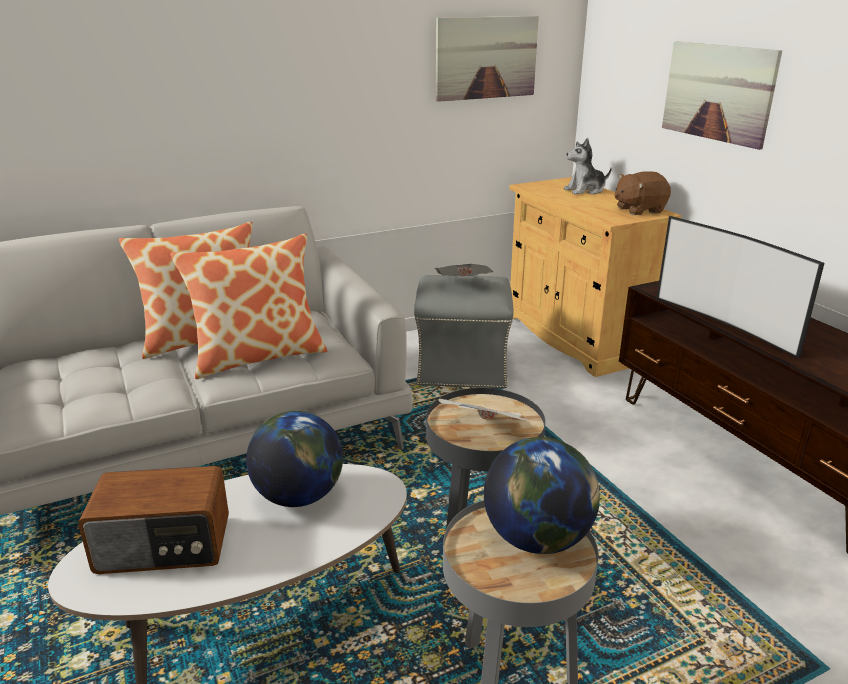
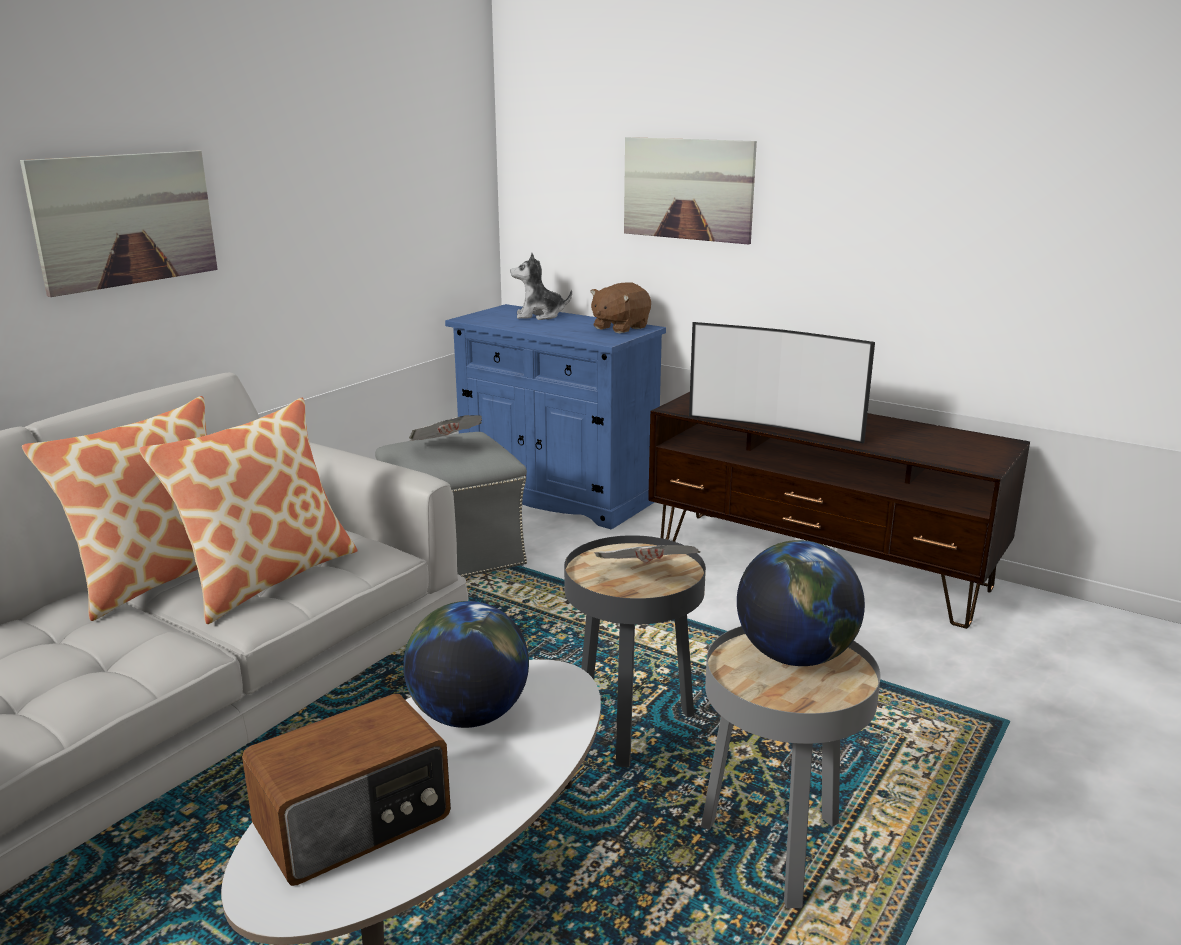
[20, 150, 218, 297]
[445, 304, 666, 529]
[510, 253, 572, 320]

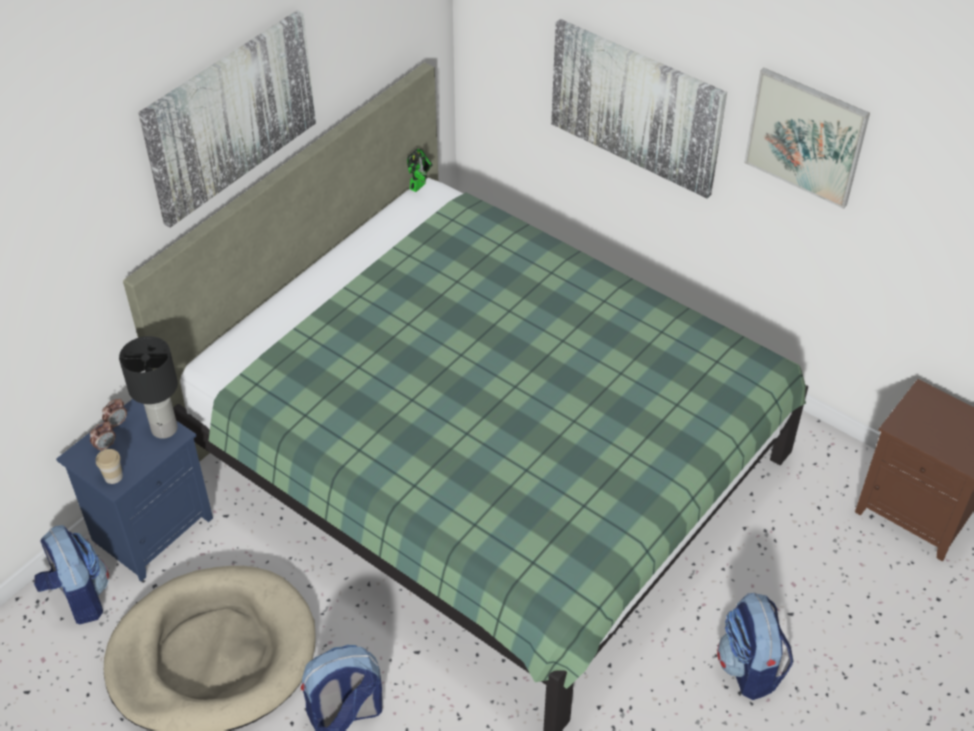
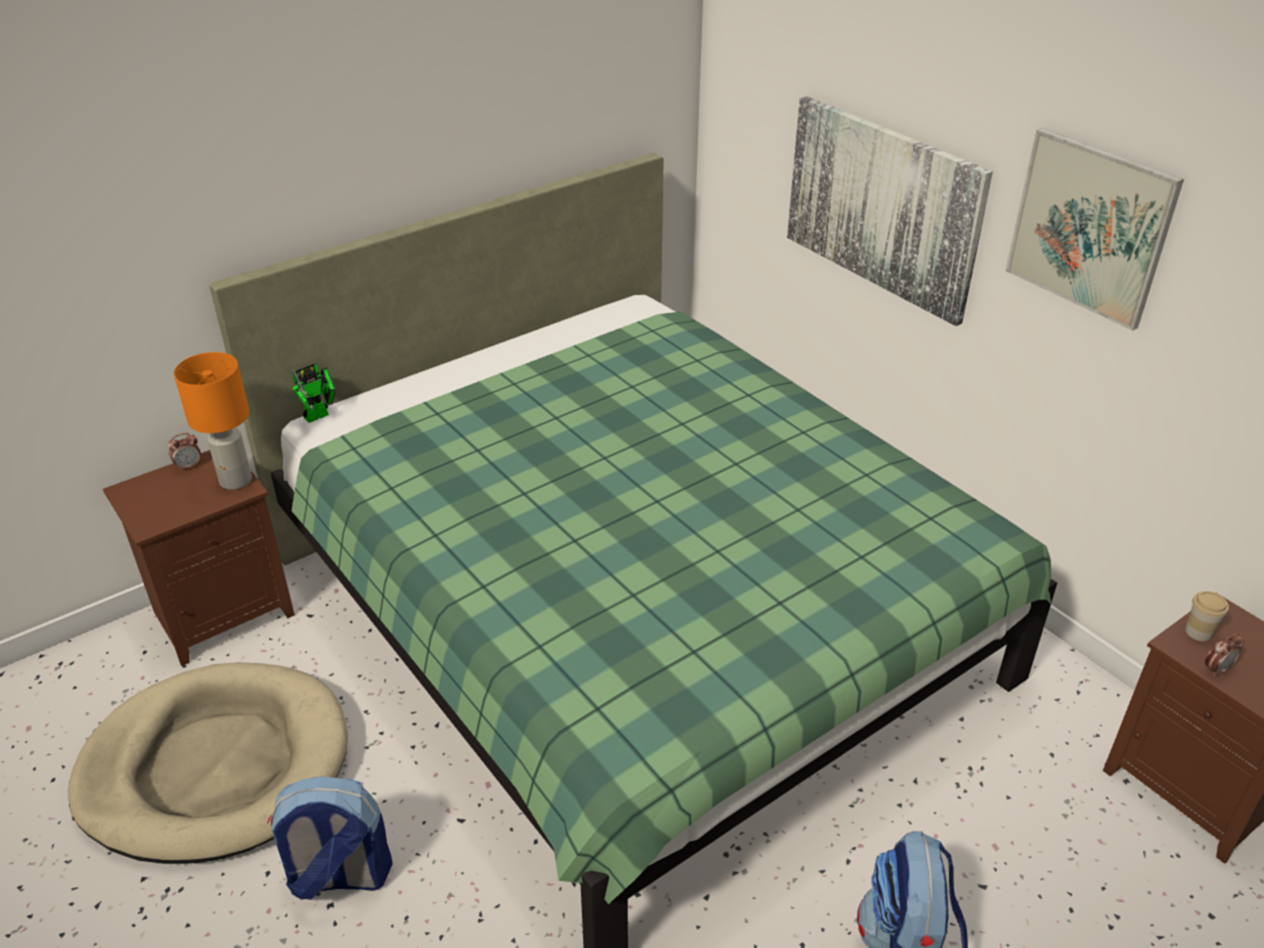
[34, 525, 109, 624] (first image)
[103, 450, 295, 666]
[1205, 633, 1244, 677]
[1186, 591, 1229, 641]
[174, 352, 252, 490]
[138, 10, 316, 228] (first image)
[293, 364, 336, 423]

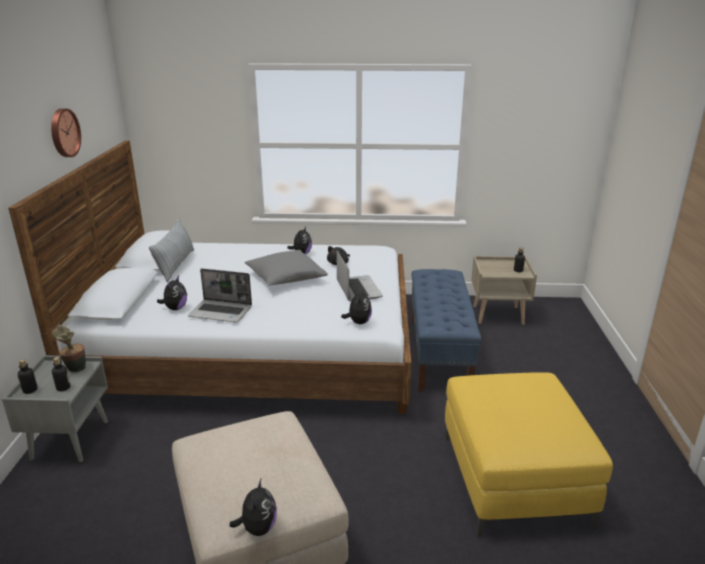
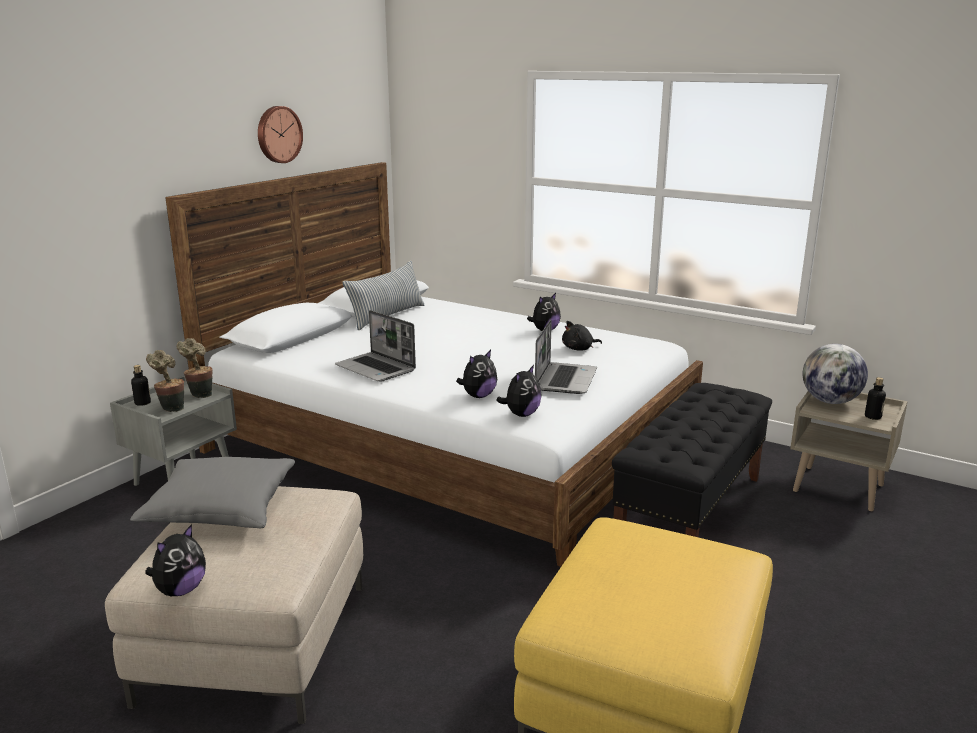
[146, 350, 184, 412]
[456, 350, 497, 398]
[130, 457, 295, 528]
[612, 383, 772, 537]
[802, 344, 868, 404]

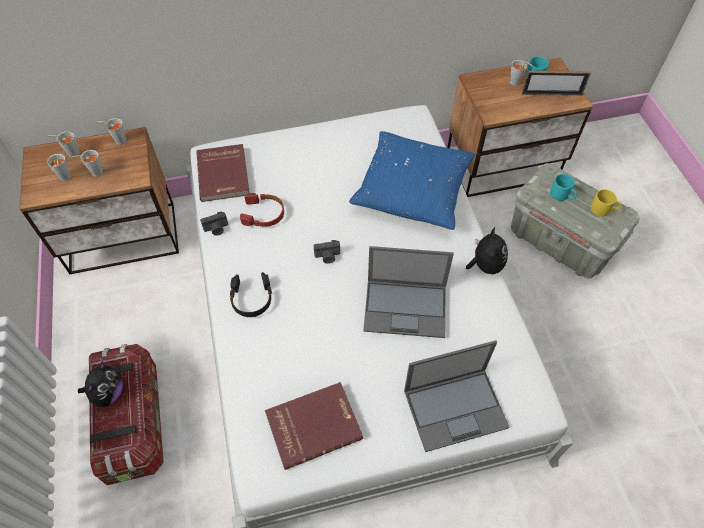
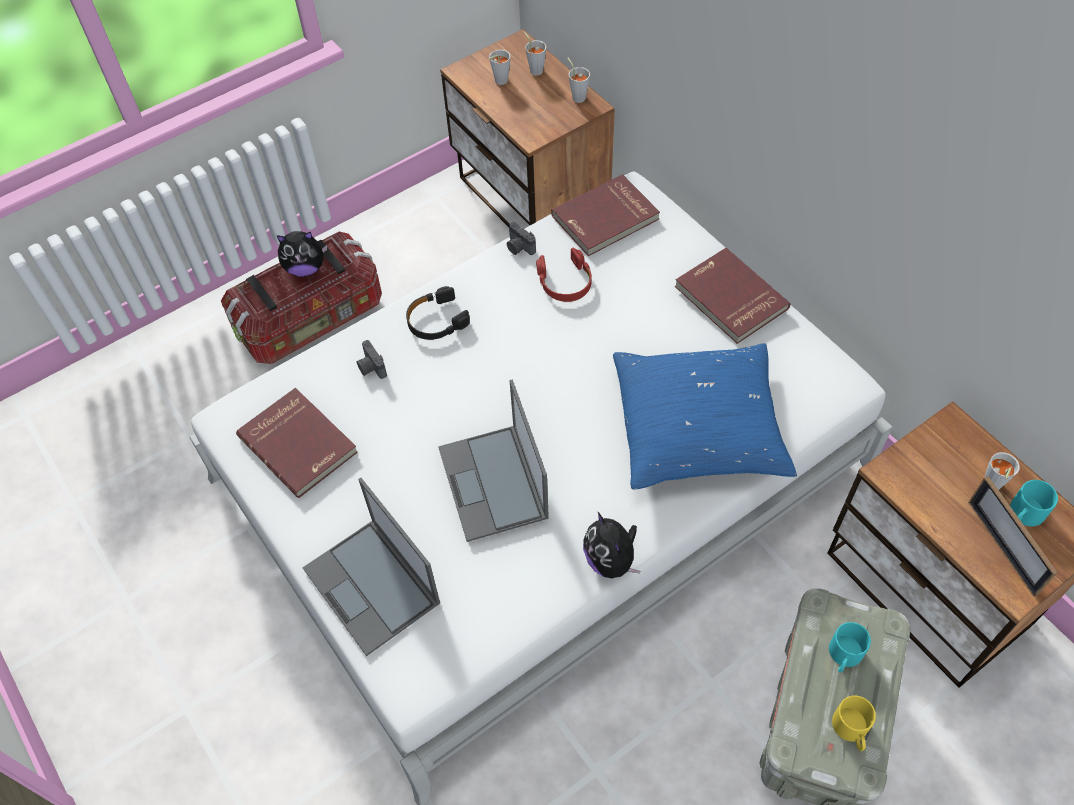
[72, 150, 103, 177] (first image)
[356, 340, 387, 379]
[583, 512, 640, 579]
[675, 248, 790, 344]

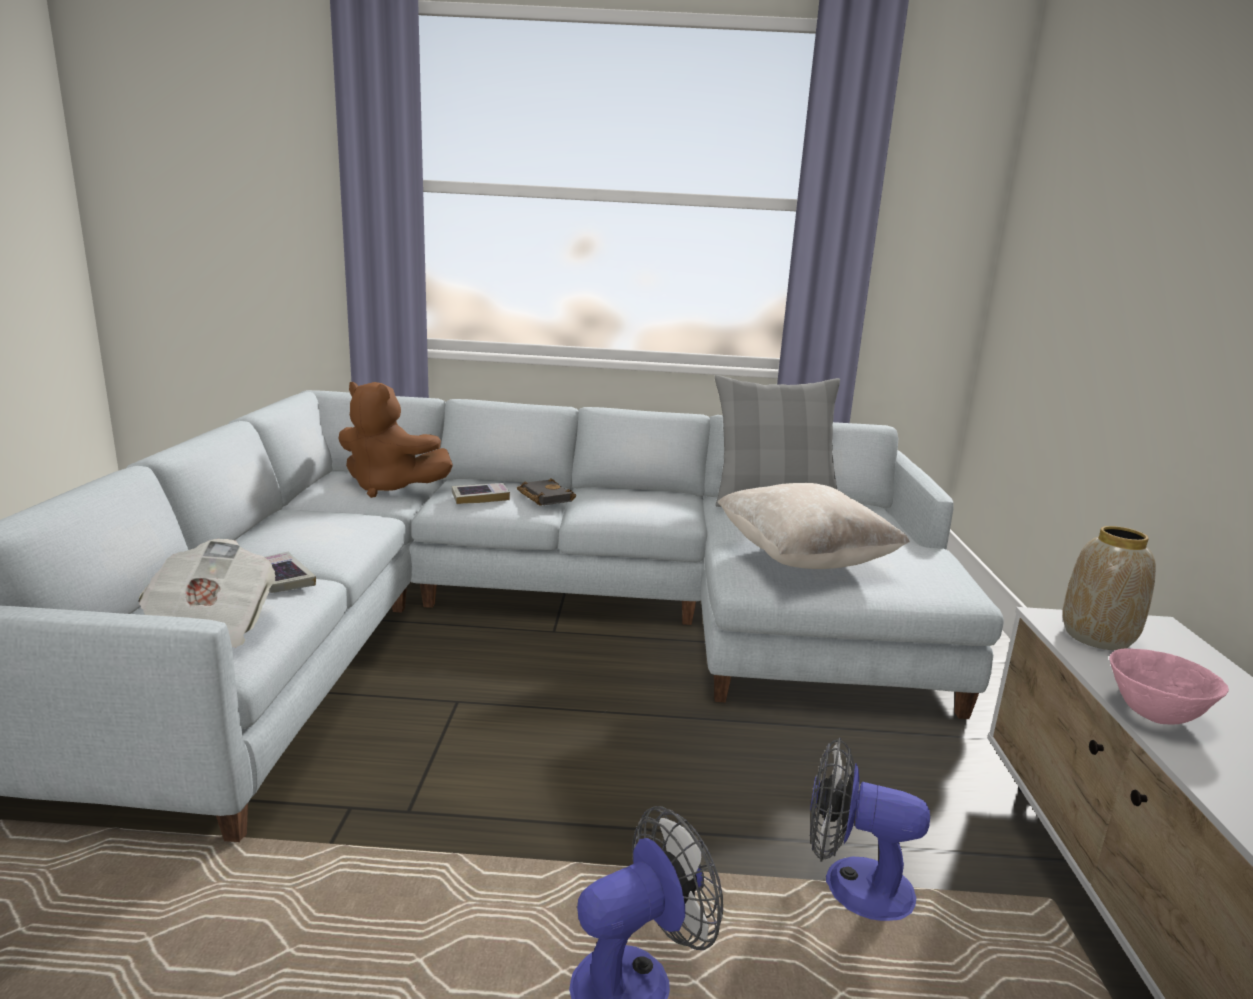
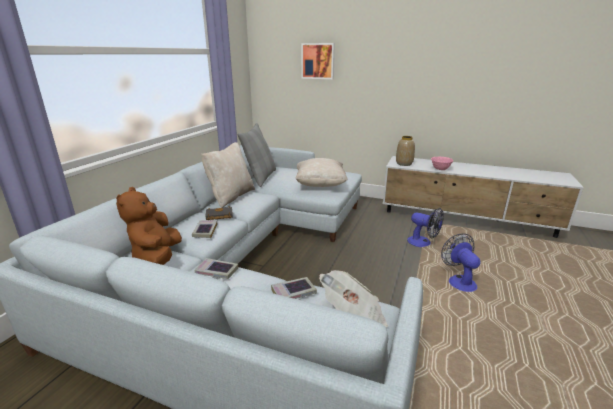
[116, 187, 182, 265]
[407, 208, 444, 247]
[195, 258, 238, 279]
[201, 142, 255, 208]
[301, 43, 335, 79]

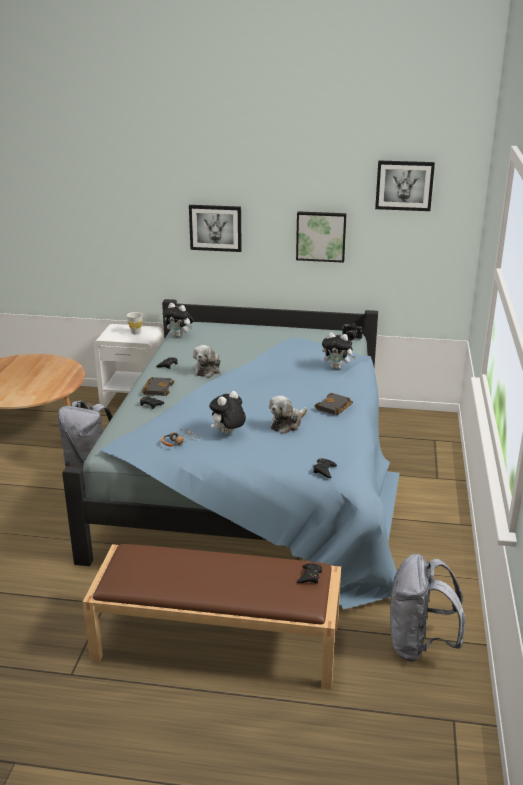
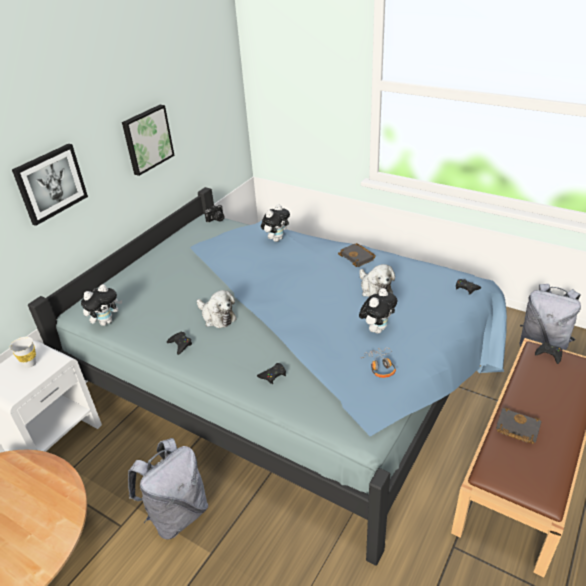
[496, 407, 542, 444]
[359, 288, 397, 333]
[375, 160, 435, 211] (first image)

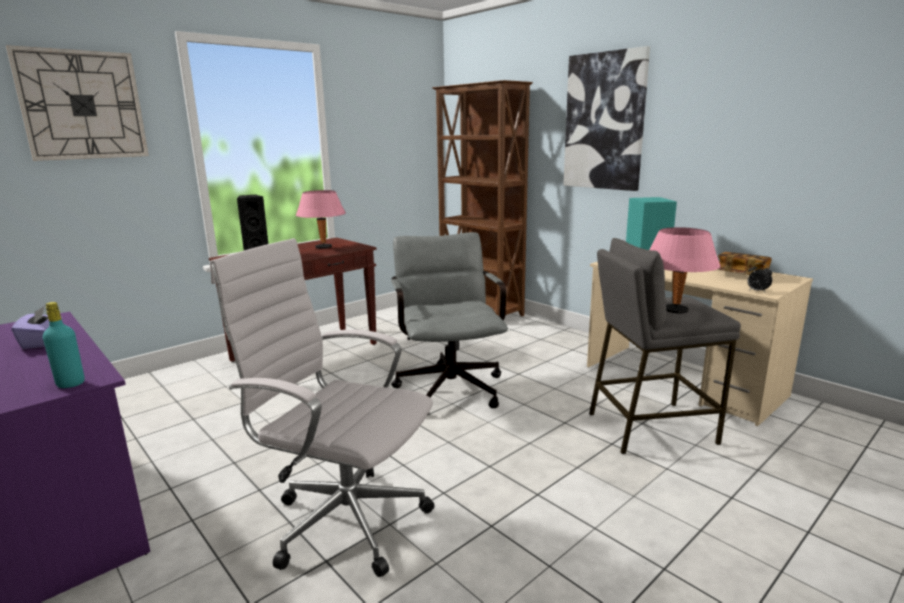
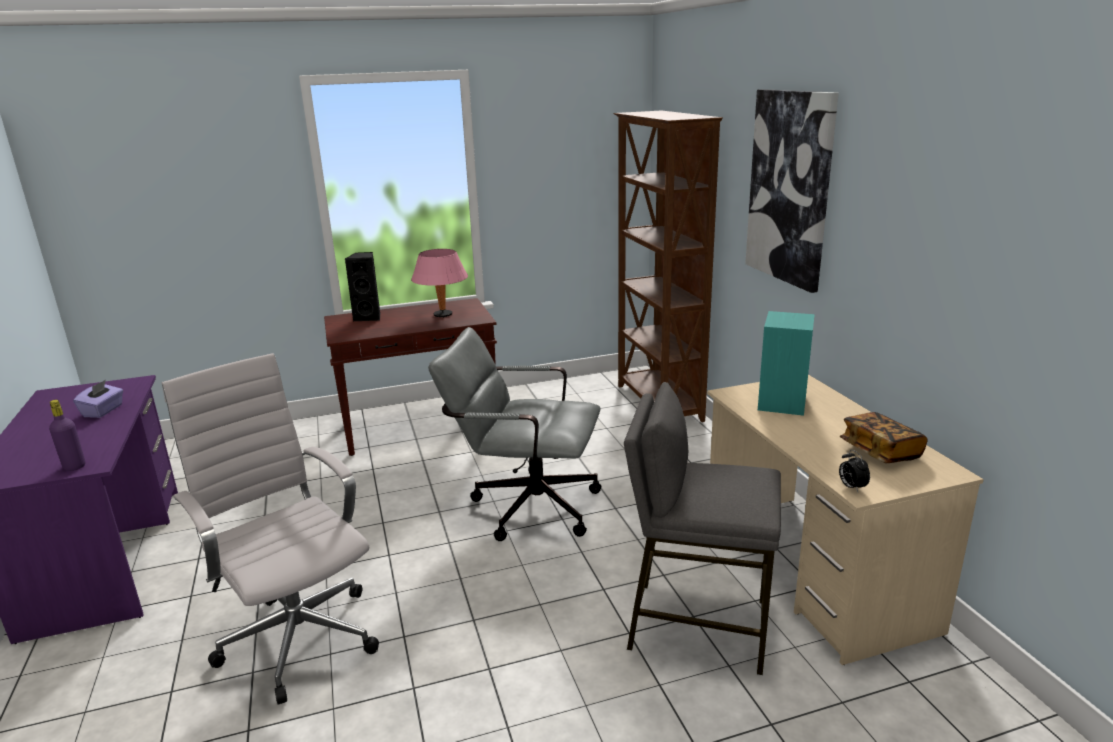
[6, 45, 149, 161] (first image)
[49, 400, 85, 471]
[428, 327, 602, 541]
[650, 227, 721, 314] (first image)

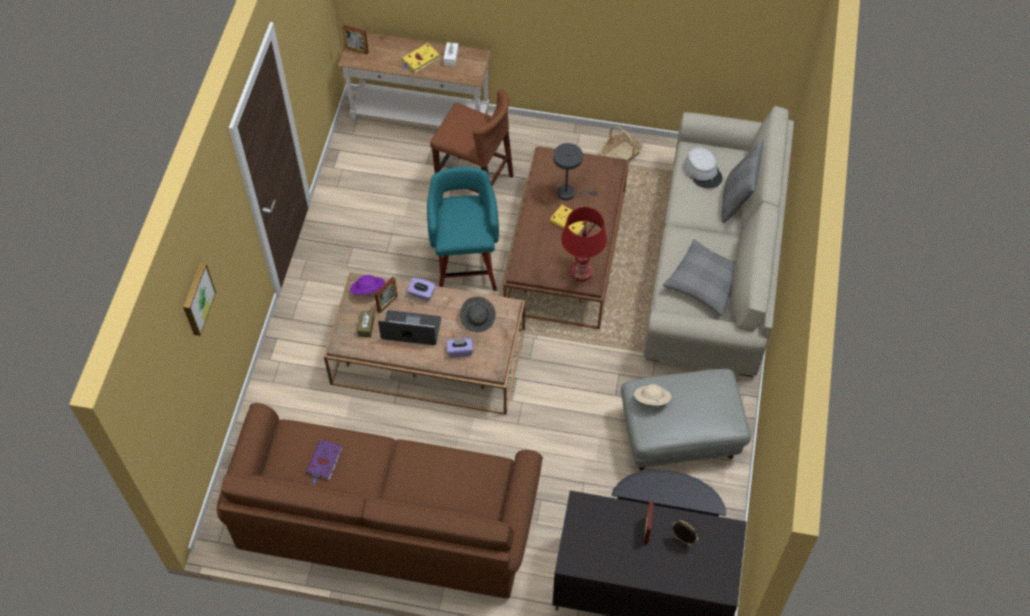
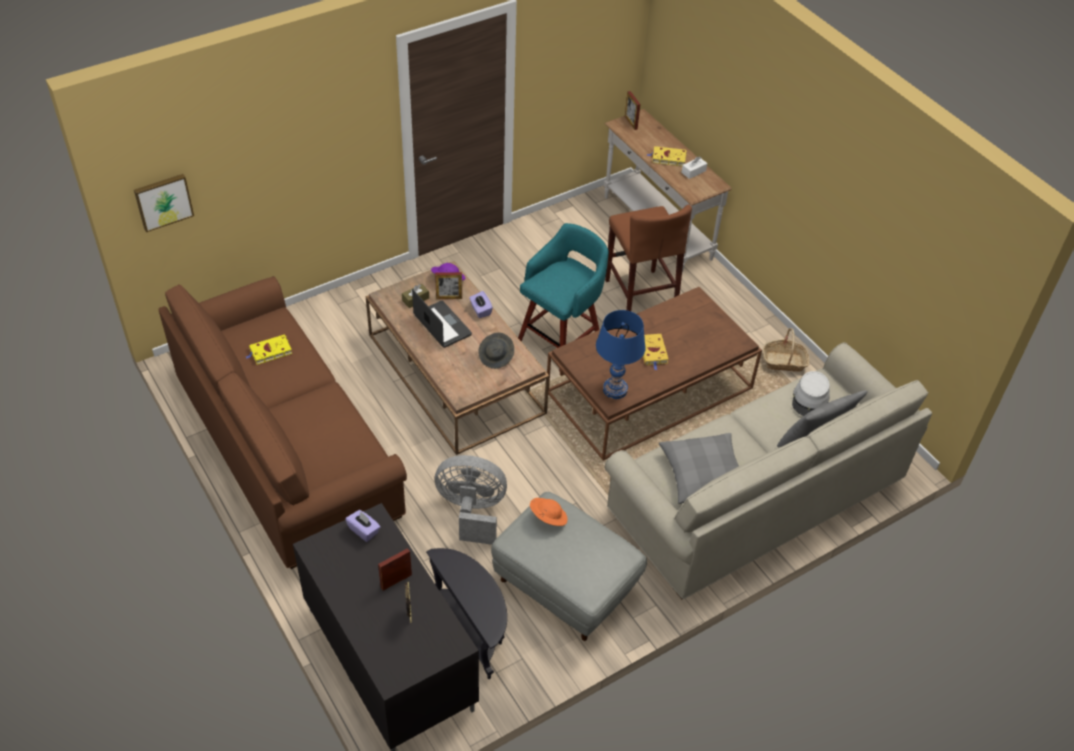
[134, 174, 194, 232]
[246, 335, 292, 365]
[345, 510, 381, 542]
[553, 143, 598, 201] (first image)
[596, 310, 646, 399]
[530, 498, 568, 526]
[435, 455, 507, 545]

